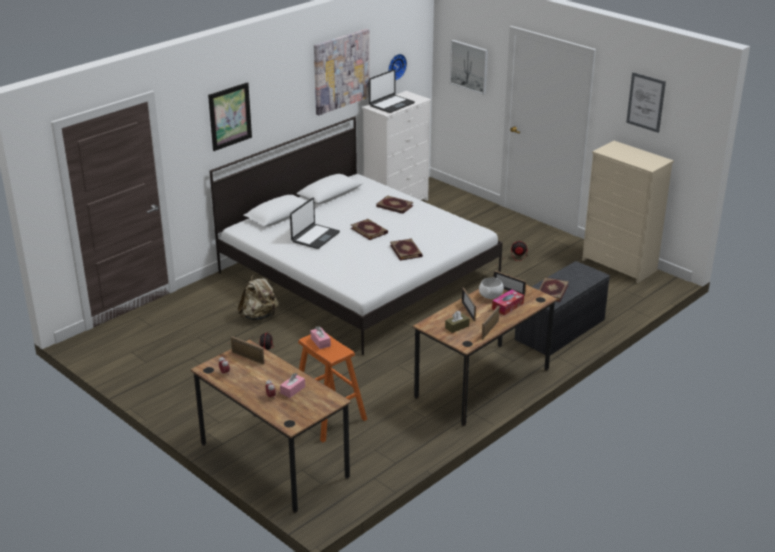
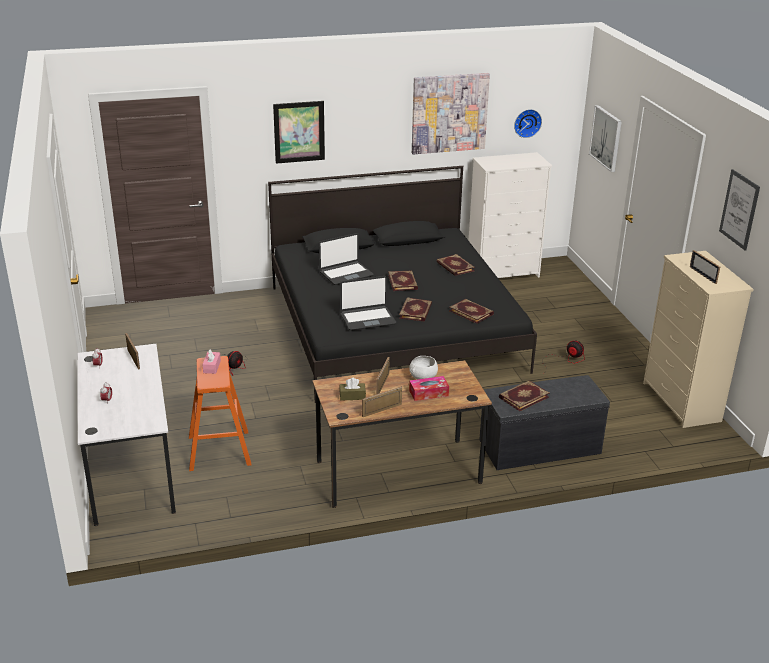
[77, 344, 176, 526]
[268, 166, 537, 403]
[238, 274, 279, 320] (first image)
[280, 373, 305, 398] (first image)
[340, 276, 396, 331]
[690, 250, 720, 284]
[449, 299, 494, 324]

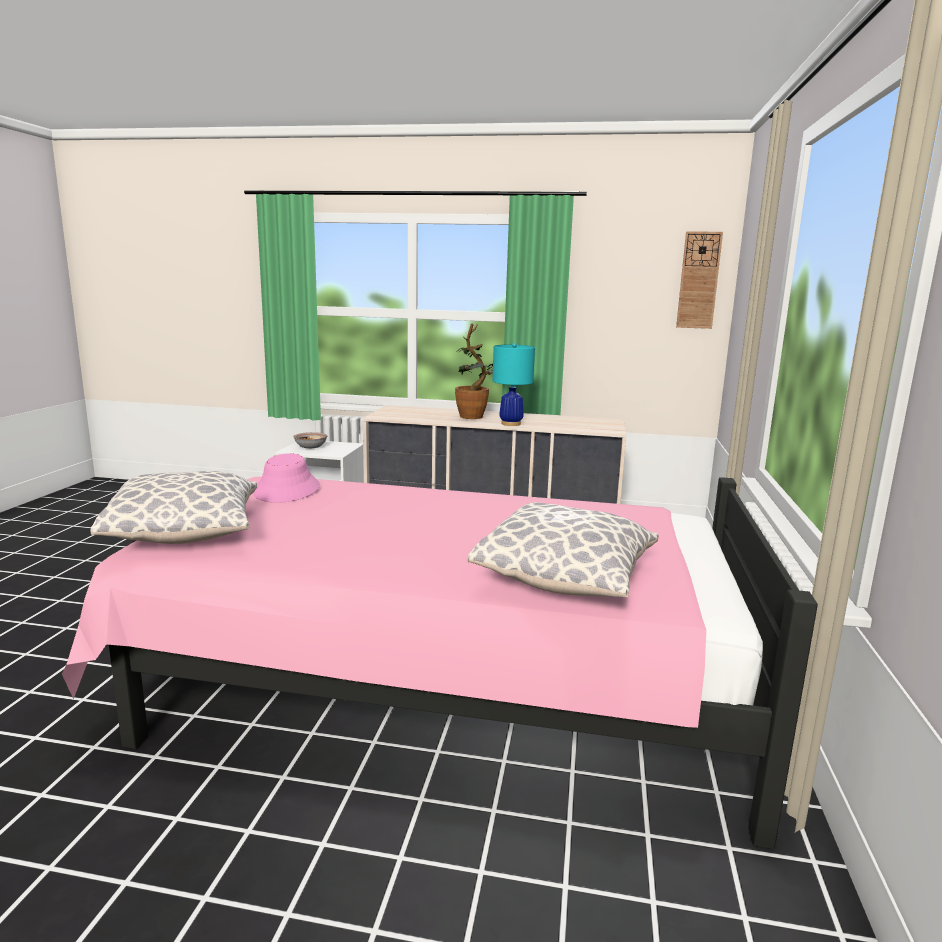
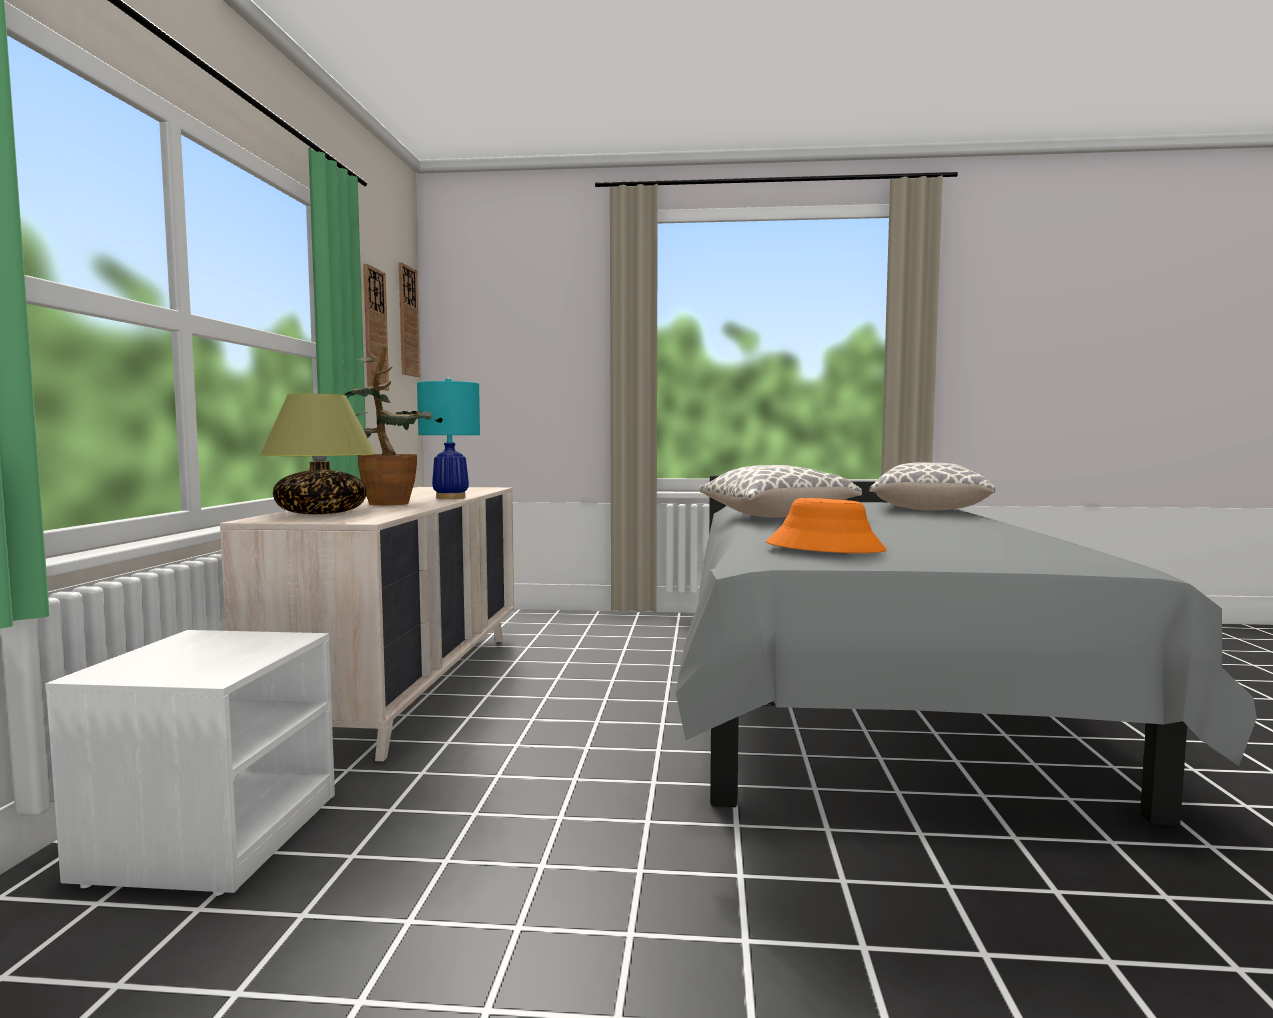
[676, 475, 1257, 826]
[700, 465, 862, 518]
[766, 498, 887, 553]
[293, 432, 328, 448] (first image)
[259, 394, 376, 514]
[363, 264, 389, 391]

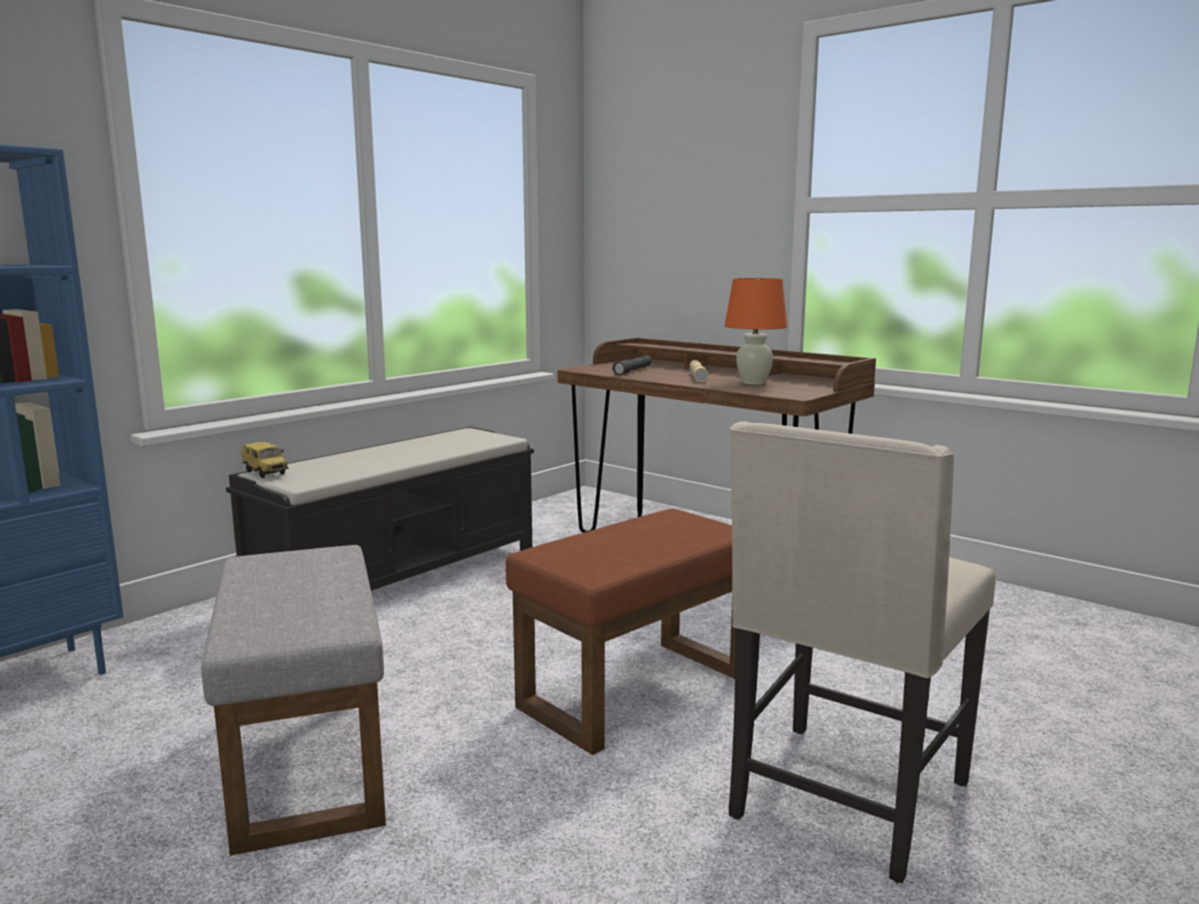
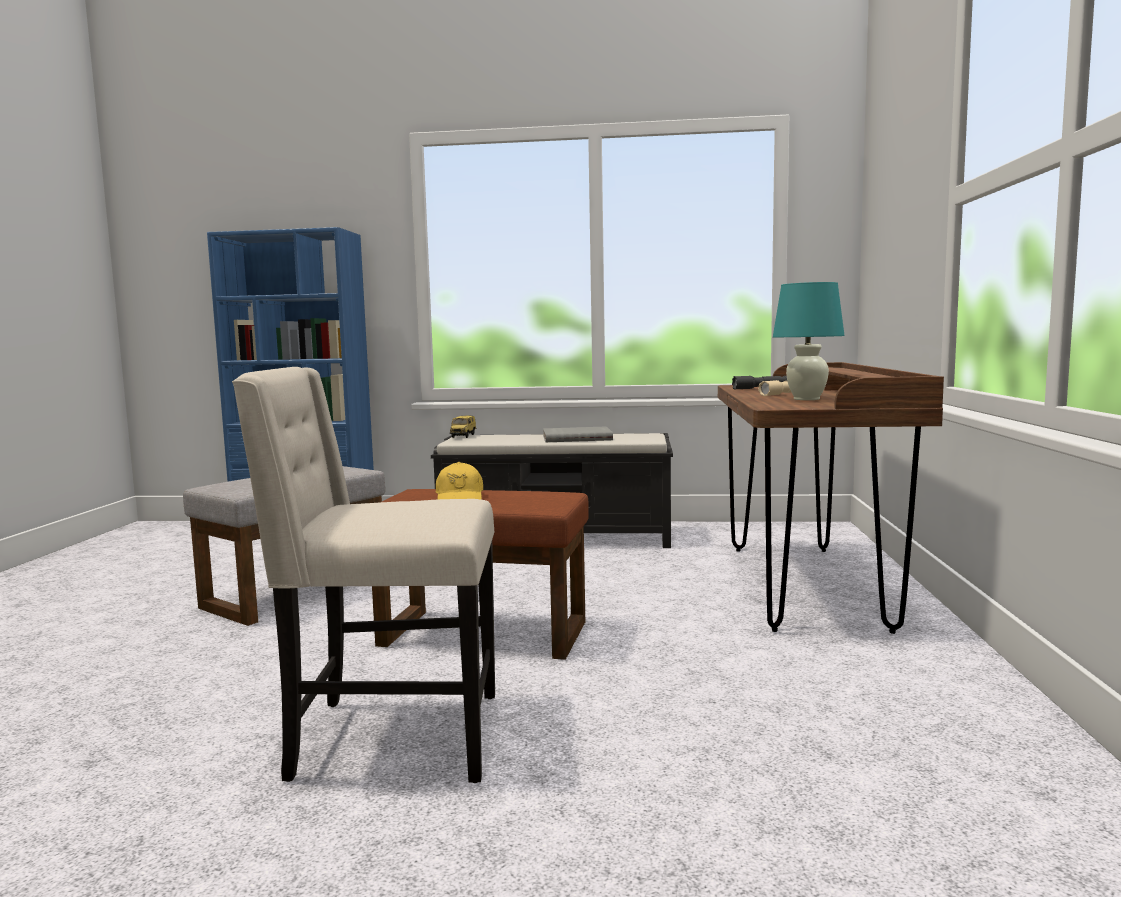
[773, 282, 845, 400]
[436, 462, 483, 500]
[543, 427, 613, 442]

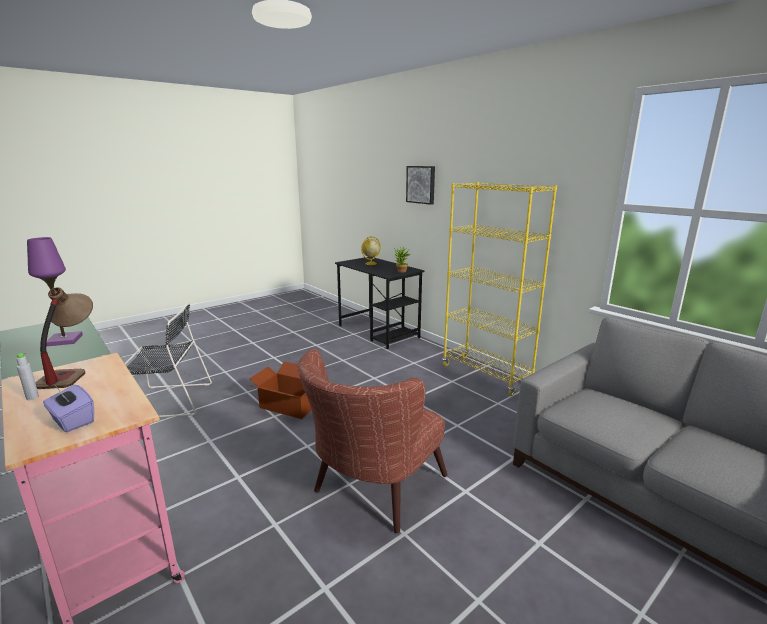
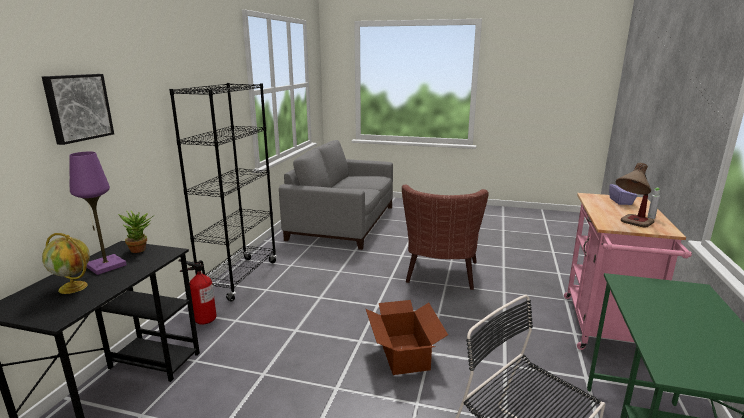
[69, 151, 127, 275]
[402, 184, 489, 290]
[169, 83, 277, 301]
[178, 259, 217, 325]

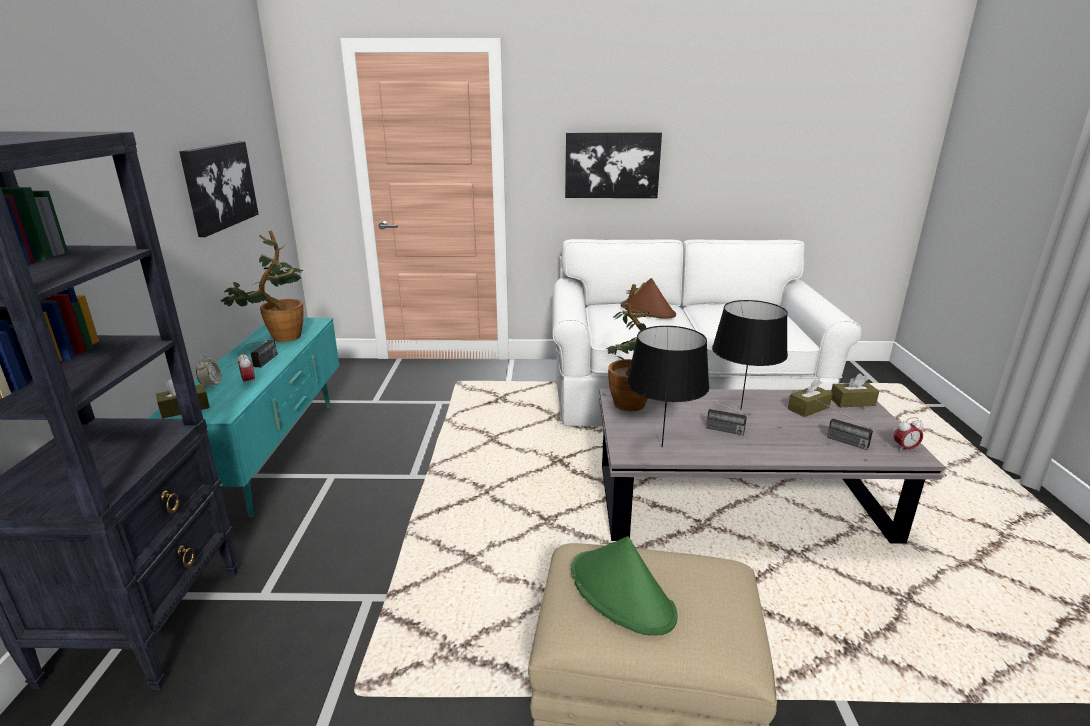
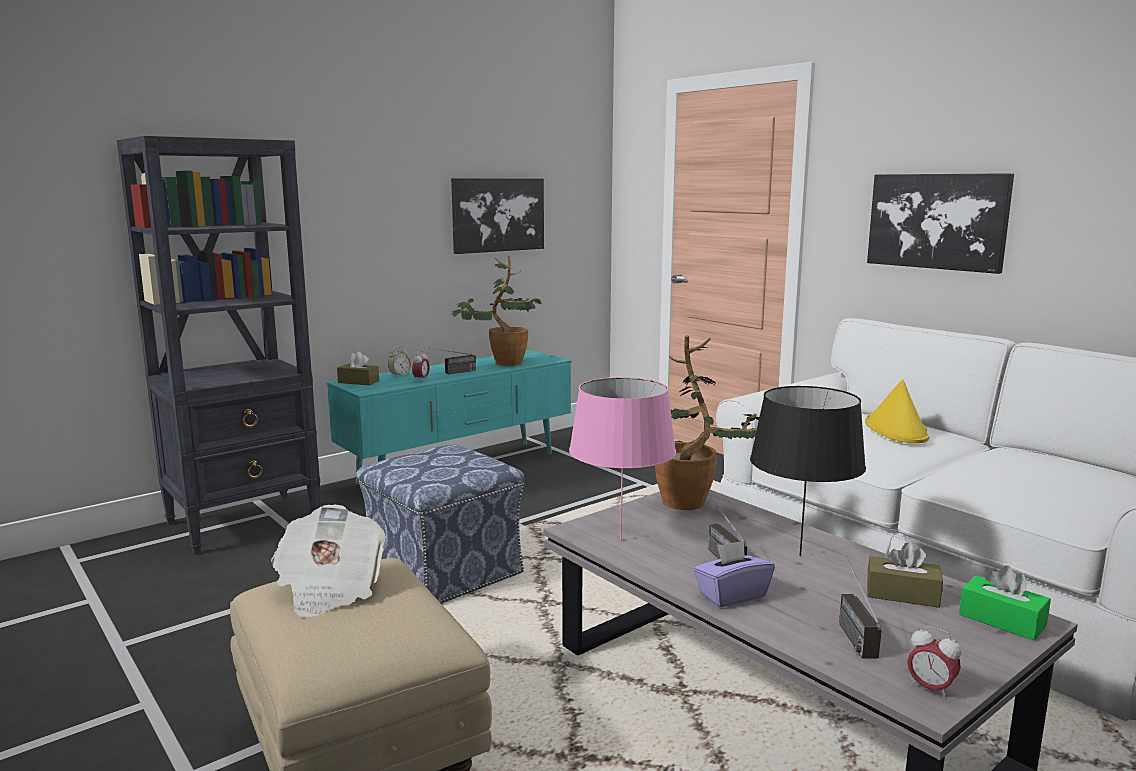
[271, 505, 386, 617]
[865, 379, 930, 443]
[569, 377, 676, 541]
[959, 566, 1051, 640]
[357, 444, 524, 603]
[694, 540, 775, 607]

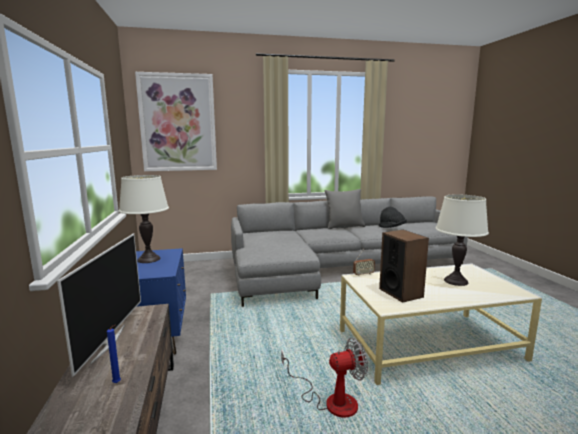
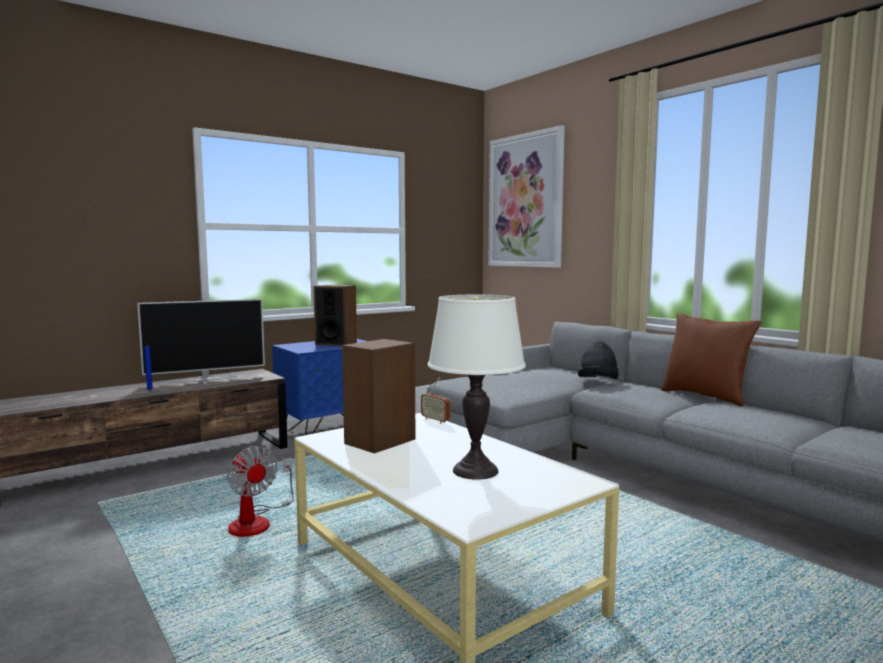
[313, 285, 357, 346]
[661, 313, 762, 406]
[578, 341, 619, 379]

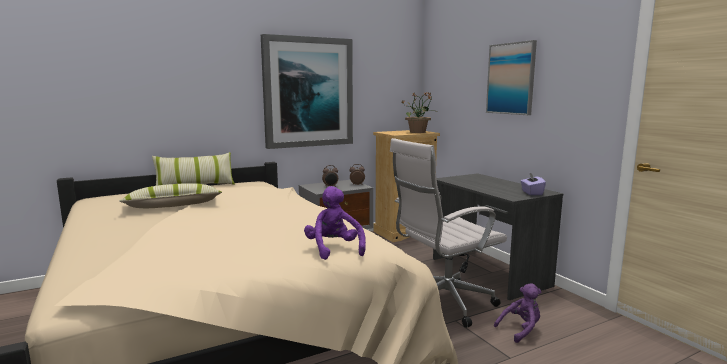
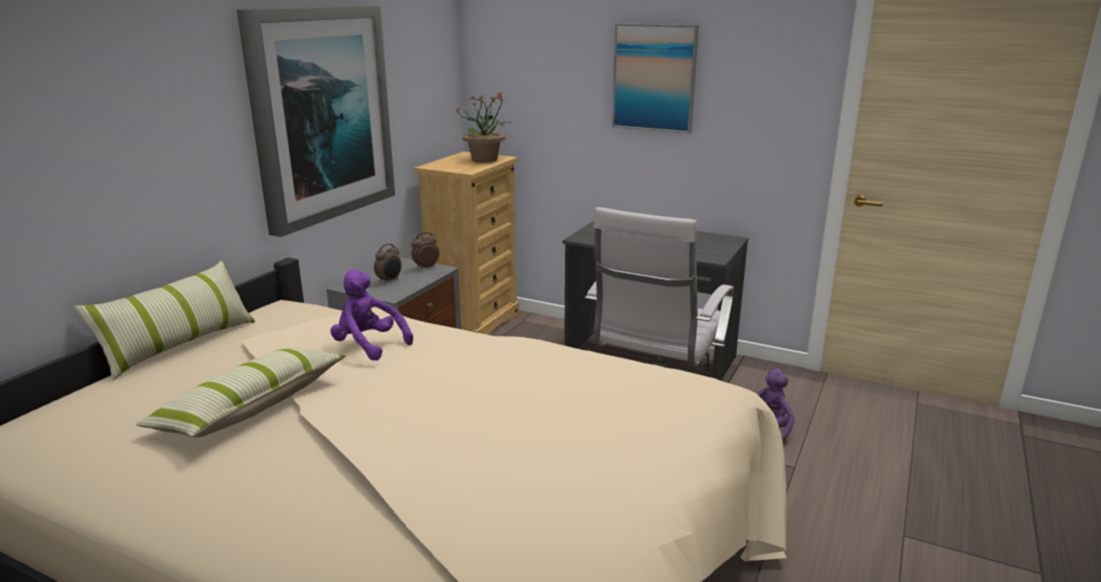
[330, 270, 413, 361]
[520, 172, 546, 195] (first image)

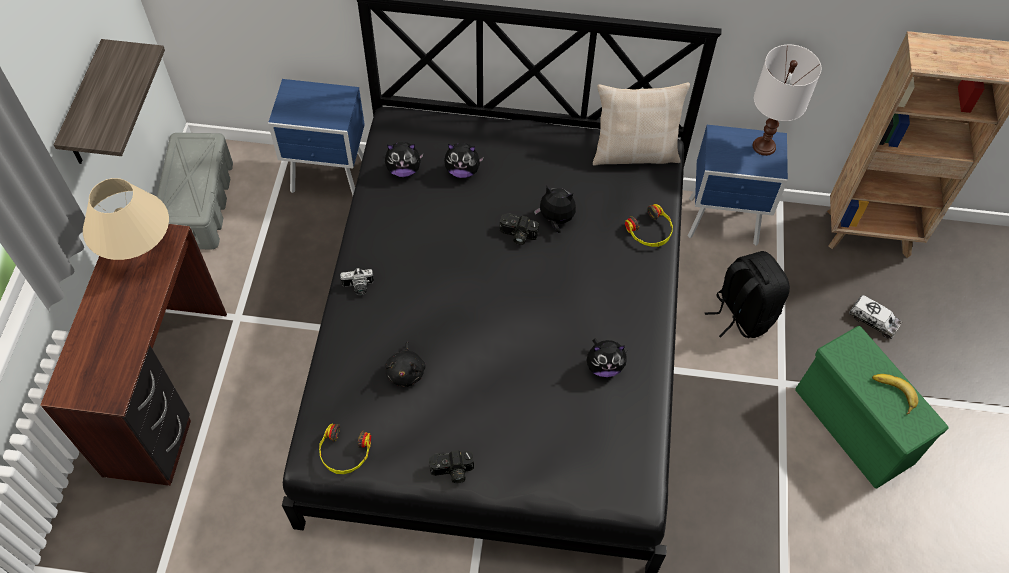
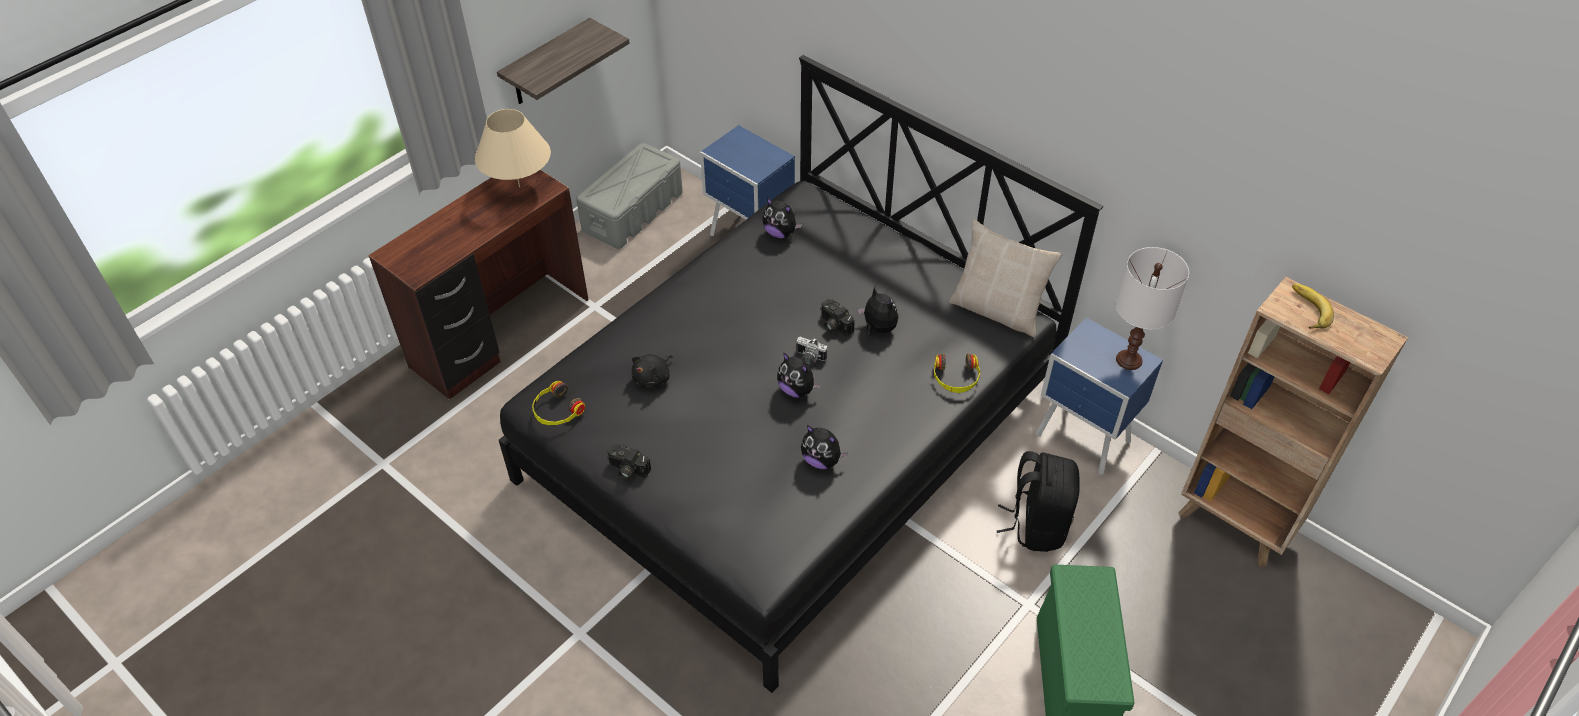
[796, 337, 827, 366]
[777, 352, 821, 398]
[849, 295, 902, 339] (first image)
[1292, 284, 1334, 329]

